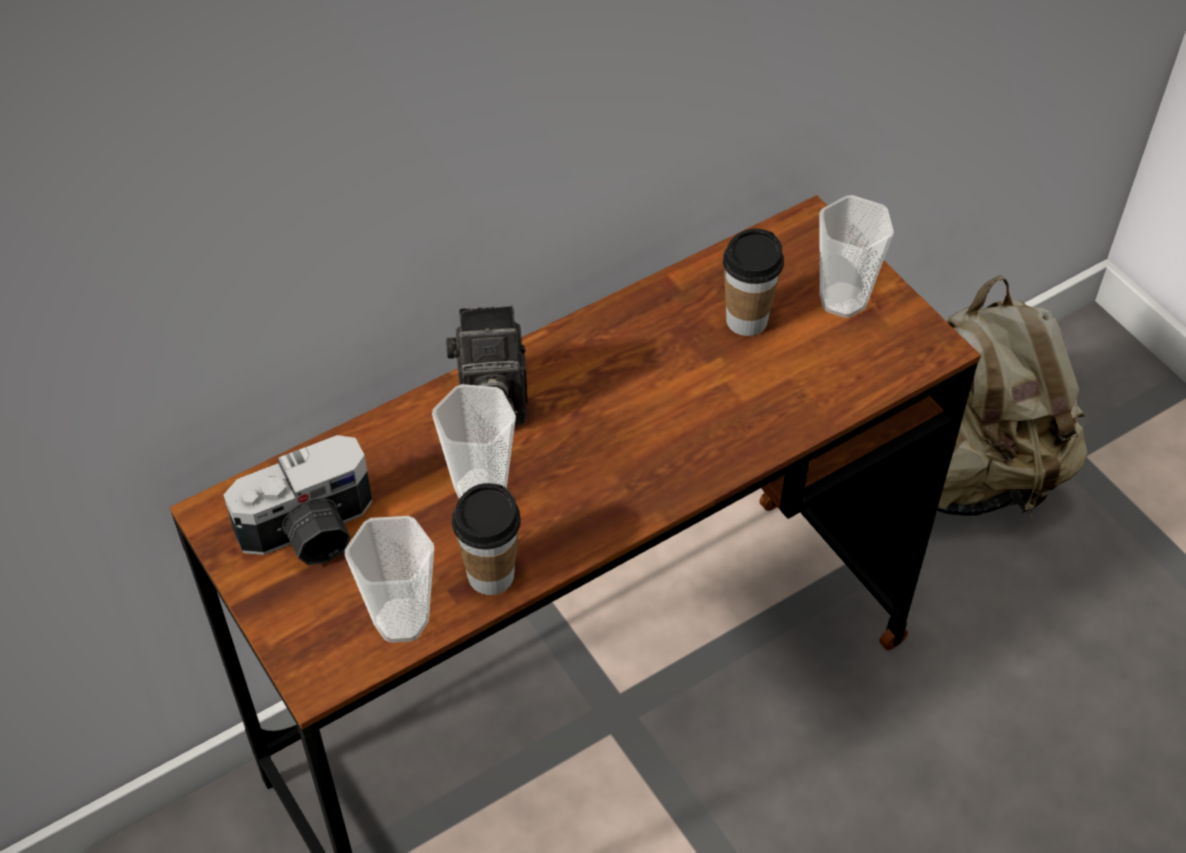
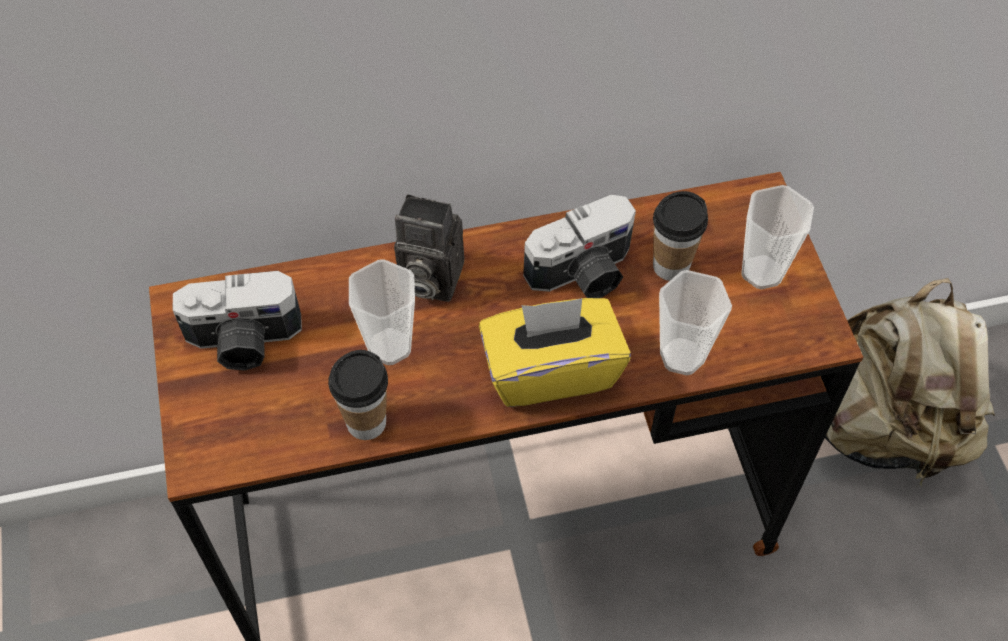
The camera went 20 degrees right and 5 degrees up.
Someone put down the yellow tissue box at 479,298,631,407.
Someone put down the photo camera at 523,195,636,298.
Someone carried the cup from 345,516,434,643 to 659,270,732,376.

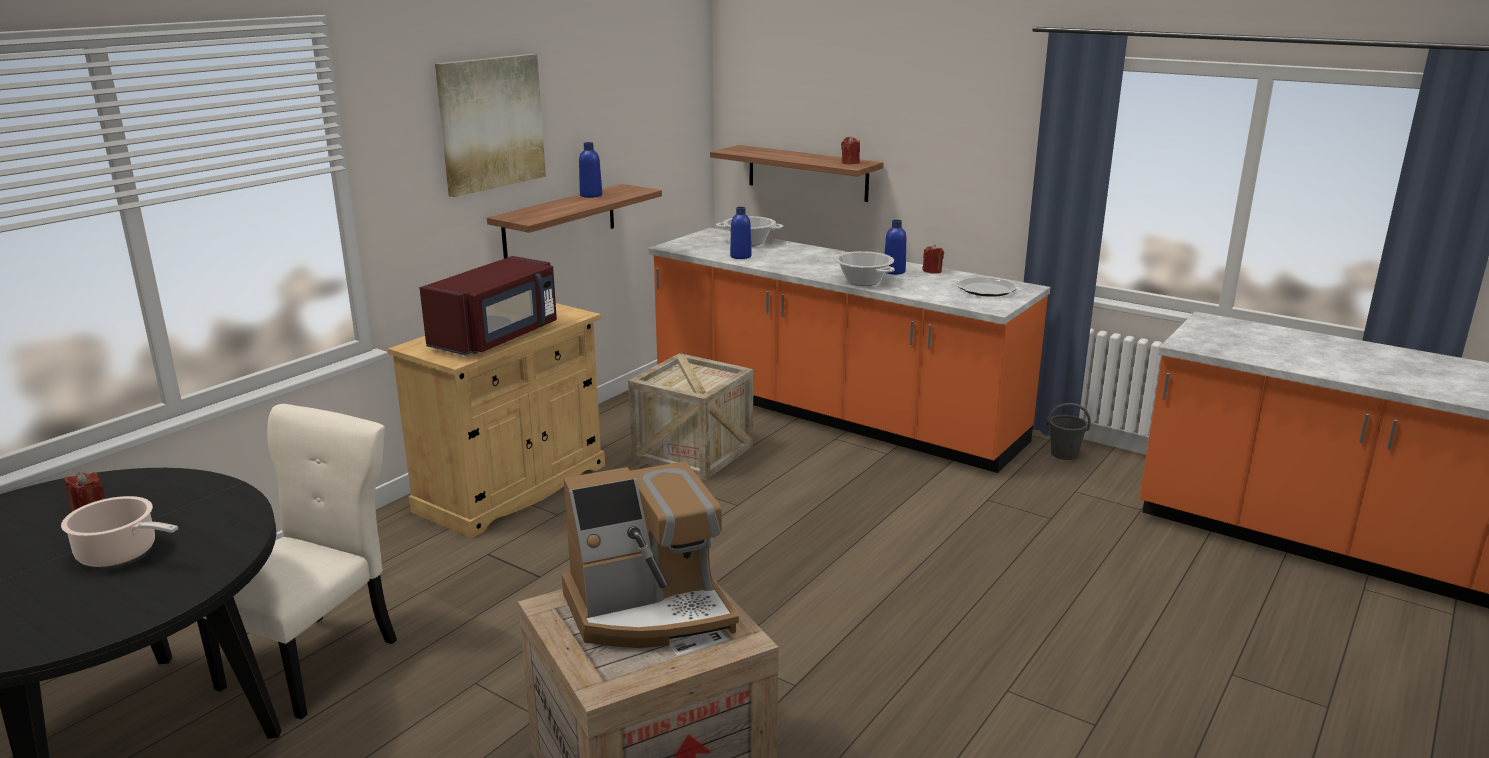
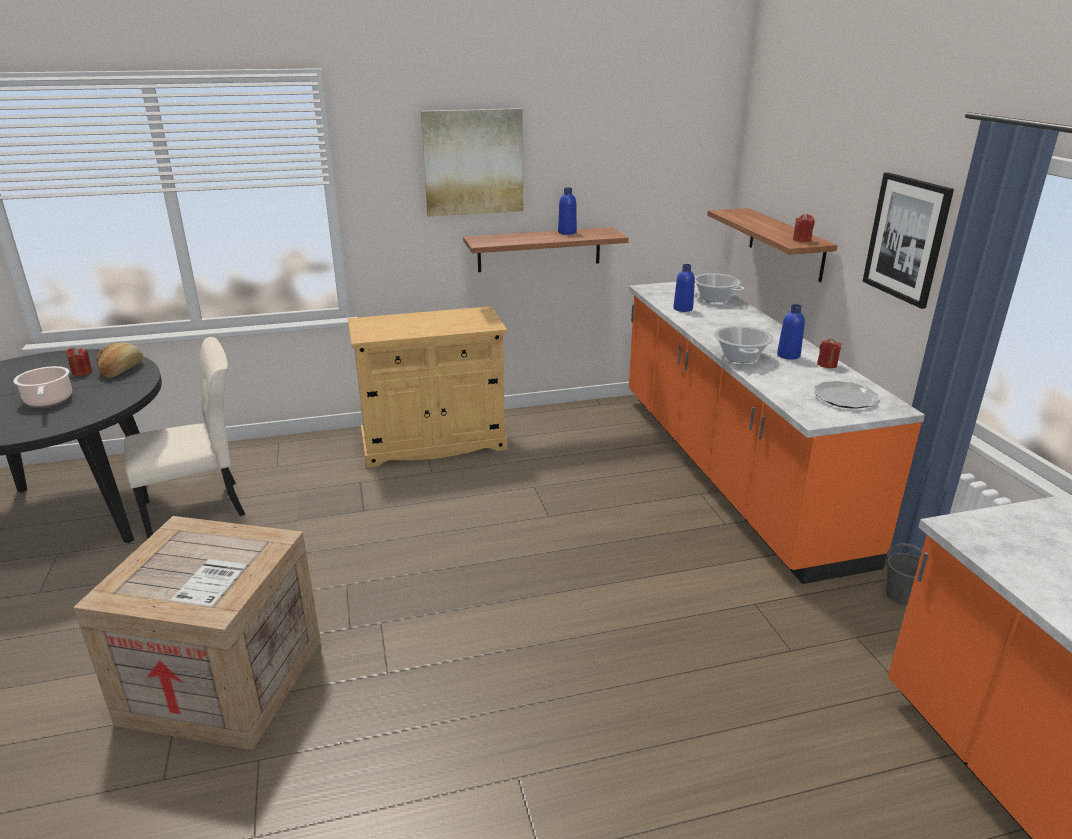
The camera went 40 degrees right and 5 degrees up.
Someone put down the bread at 97,343,143,378.
Someone put up the picture at 863,172,954,309.
Someone took away the red microwave at 420,256,557,356.
Someone took away the coffee machine at 562,461,739,648.
Someone took away the crate at 628,353,753,480.

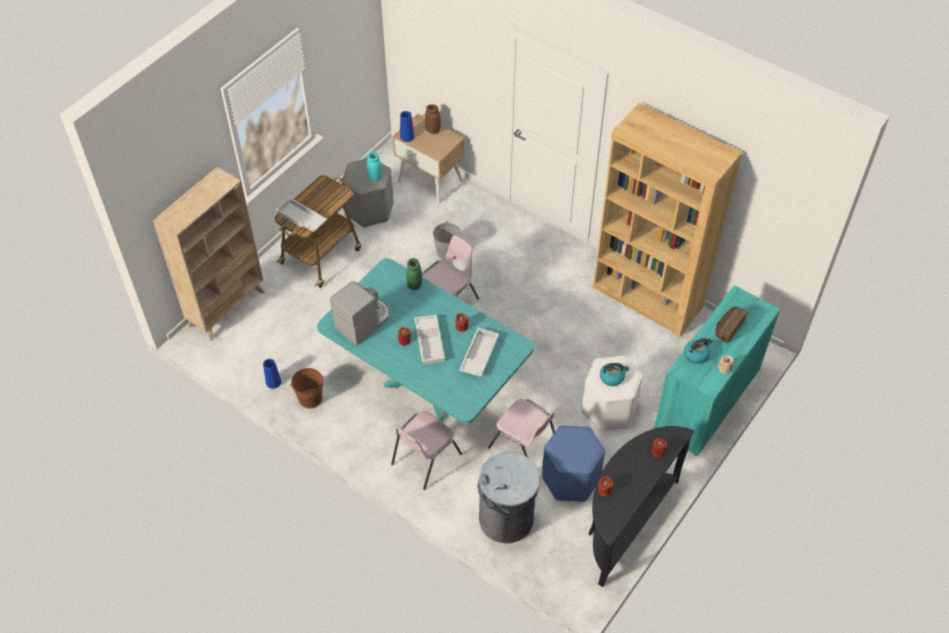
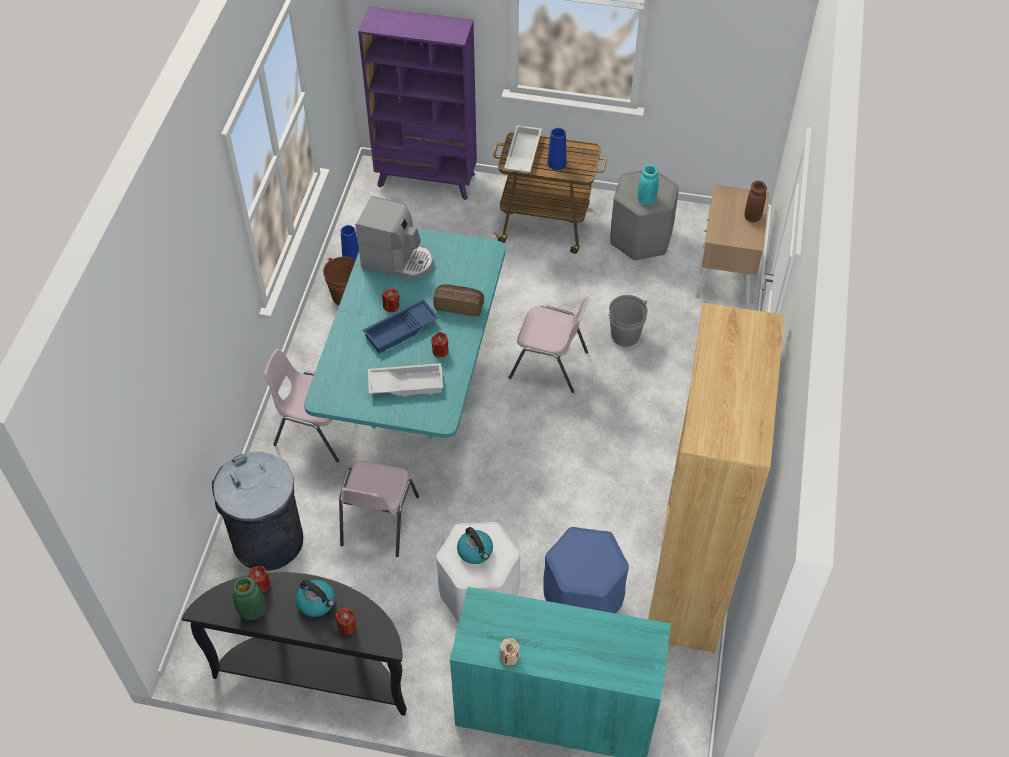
The camera went 65 degrees right and 0 degrees up.
Someone carried the green vase from 406,258,422,290 to 233,577,266,620.
Someone carried the kettle from 684,338,713,364 to 296,580,335,617.
Someone repainted the beige bookcase at 153,167,264,341, which became the purple bookcase at 358,6,477,200.
Someone repainted the white tray at 415,315,445,365, which became the blue tray at 363,299,439,354.
Someone carried the bread from 715,306,747,343 to 433,285,484,317.
Someone carried the blue stool from 542,425,605,502 to 543,527,629,613.
Someone carried the blue vase from 400,111,414,142 to 547,128,567,170.

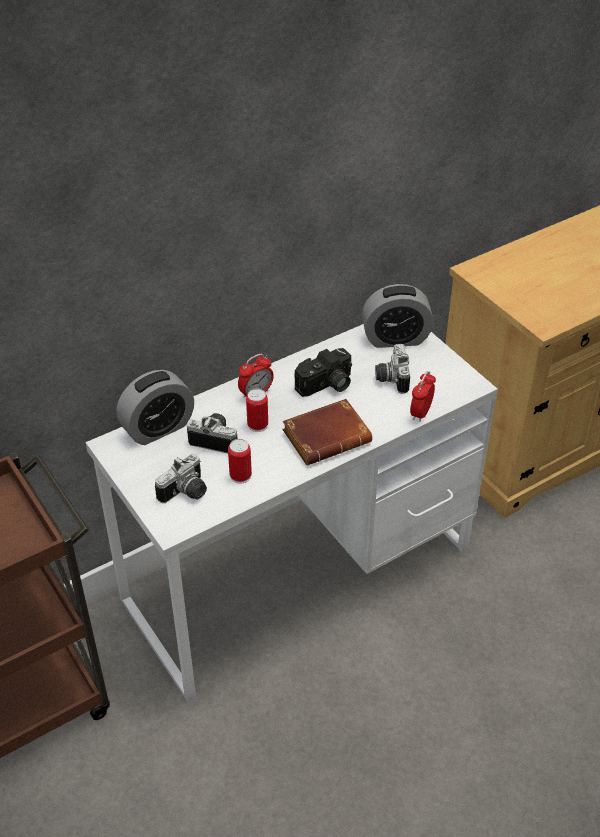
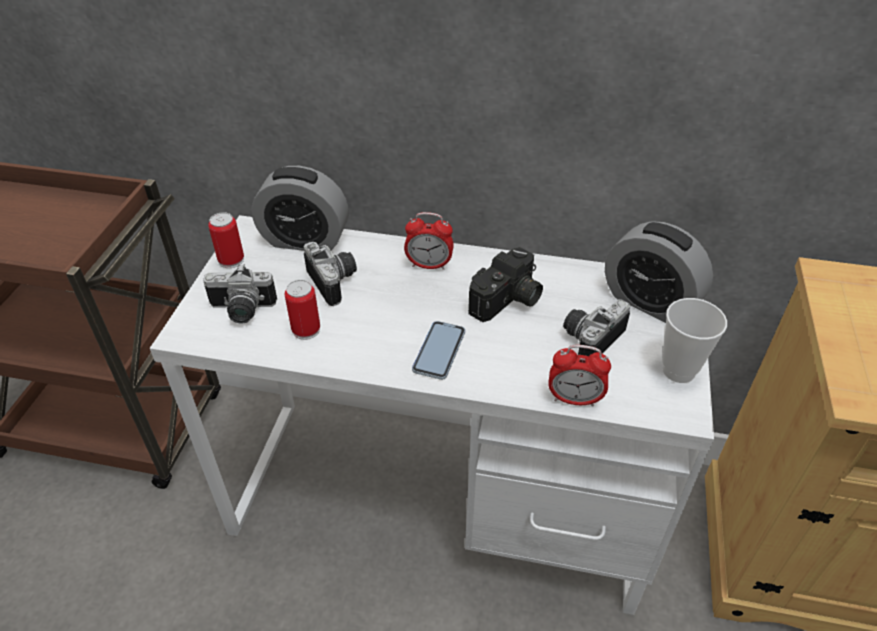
The camera went 45 degrees right and 0 degrees up.
Someone carried the can from 246,389,268,432 to 208,212,244,268.
Someone swapped the brown book at 282,399,372,466 for the phone at 412,321,465,380.
Someone rotated the photo camera at 295,348,352,397 by 60 degrees counterclockwise.
Someone rotated the alarm clock at 410,371,436,422 by 150 degrees counterclockwise.
Someone put down the cup at 662,298,727,383.

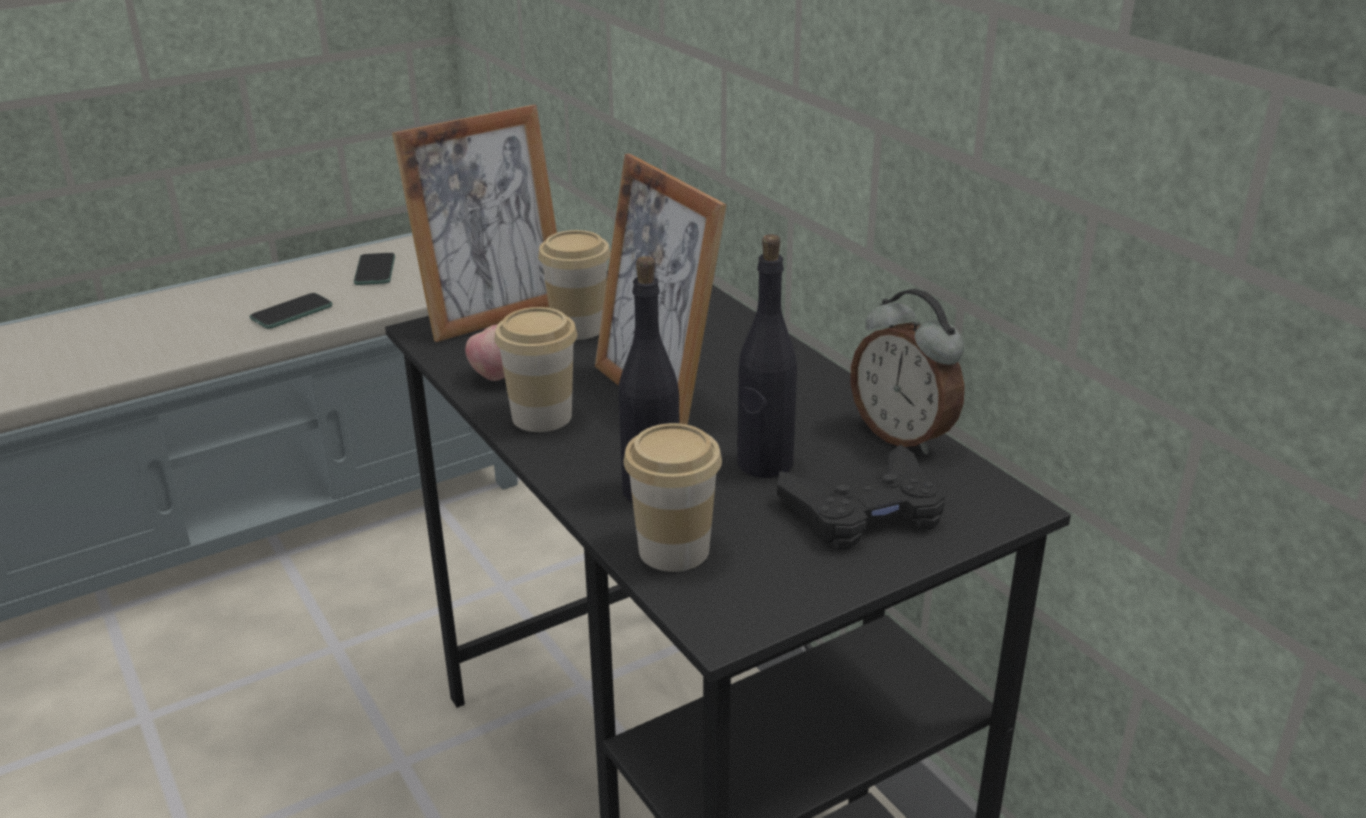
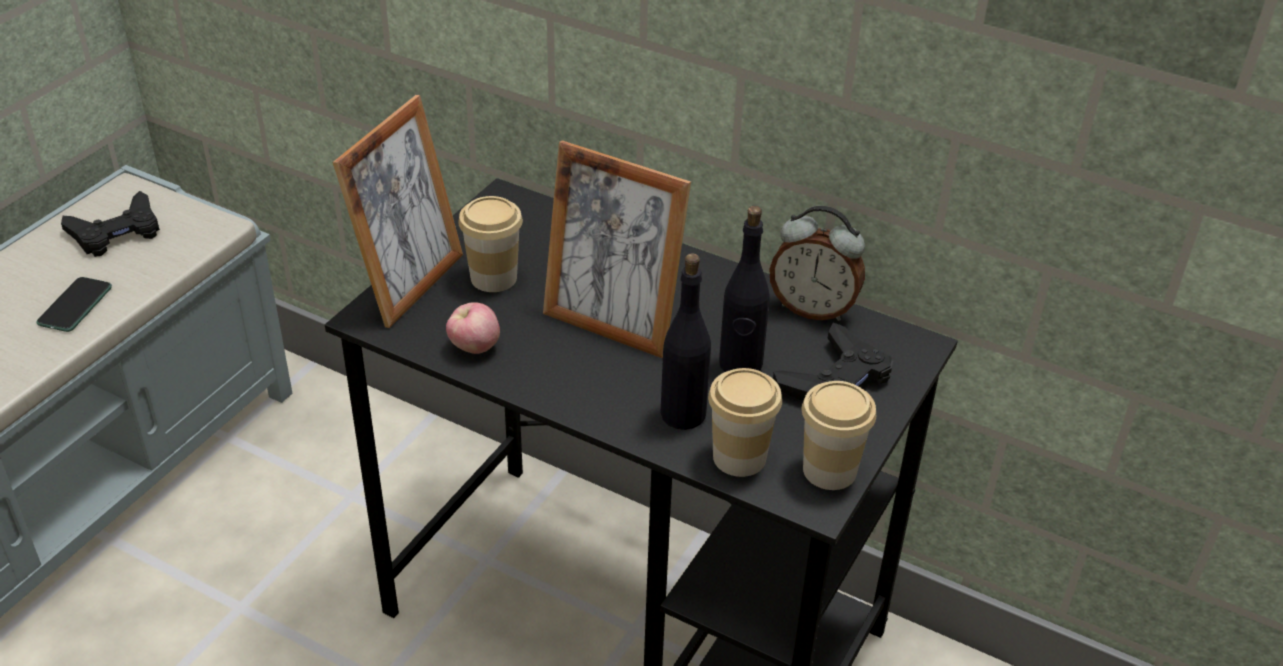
The camera went 30 degrees left and 10 degrees up.
Someone swapped the phone at 354,253,395,285 for the black game controller at 61,191,160,257.
Someone carried the cup from 494,307,577,432 to 802,381,876,490.

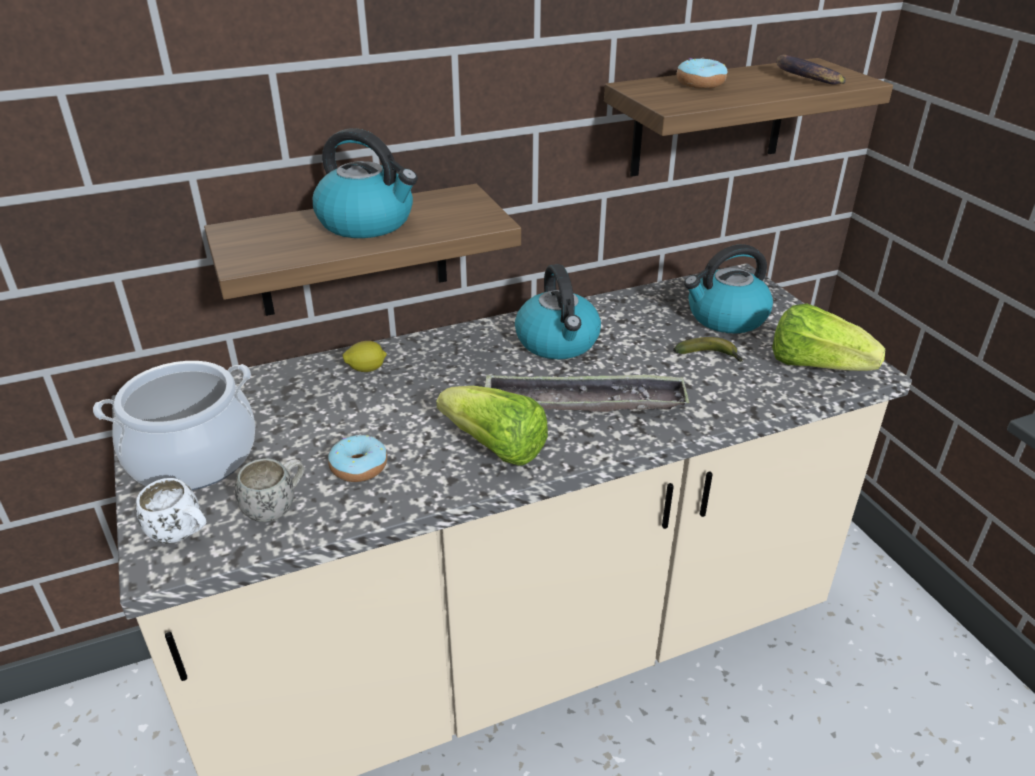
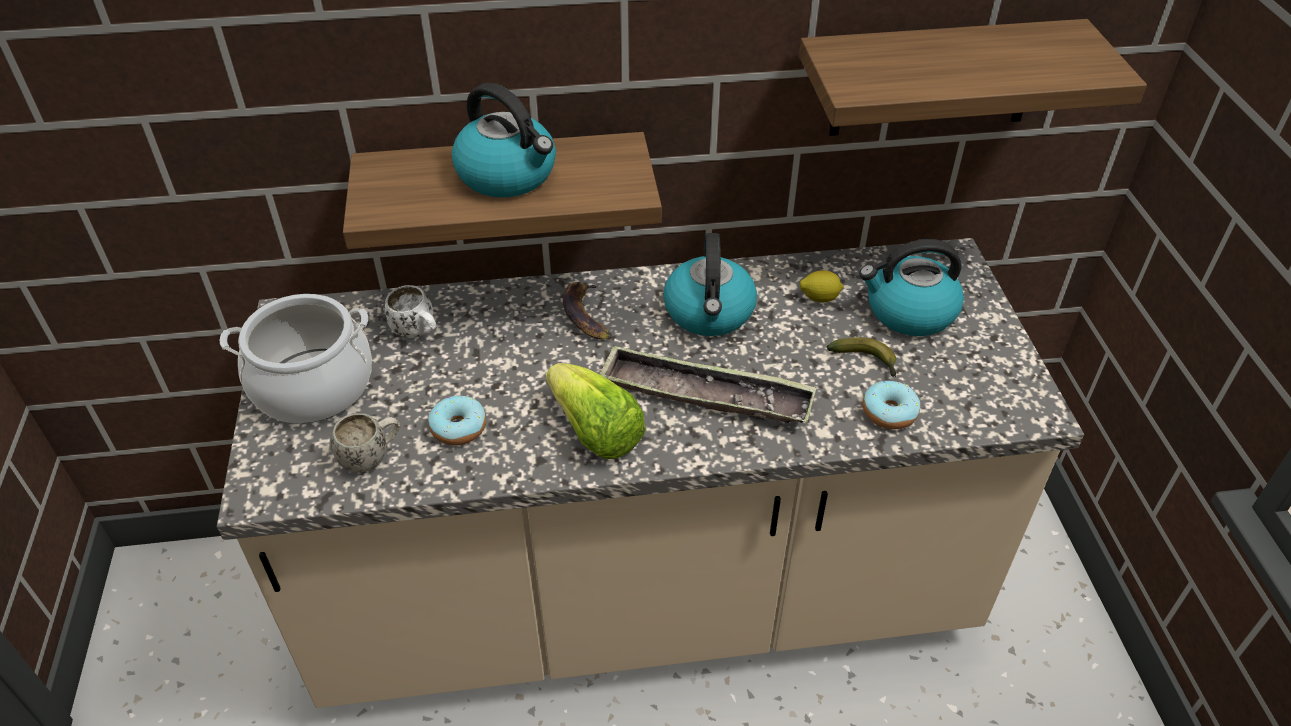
The camera went 15 degrees right and 10 degrees up.
Someone carried the white mug from 136,478,206,544 to 384,285,436,338.
Someone carried the banana from 776,55,846,85 to 563,282,612,340.
Someone carried the lemon from 342,341,387,372 to 800,270,844,302.
Someone carried the donut from 677,58,727,89 to 862,381,920,429.
Someone took away the lettuce at 772,303,885,371.

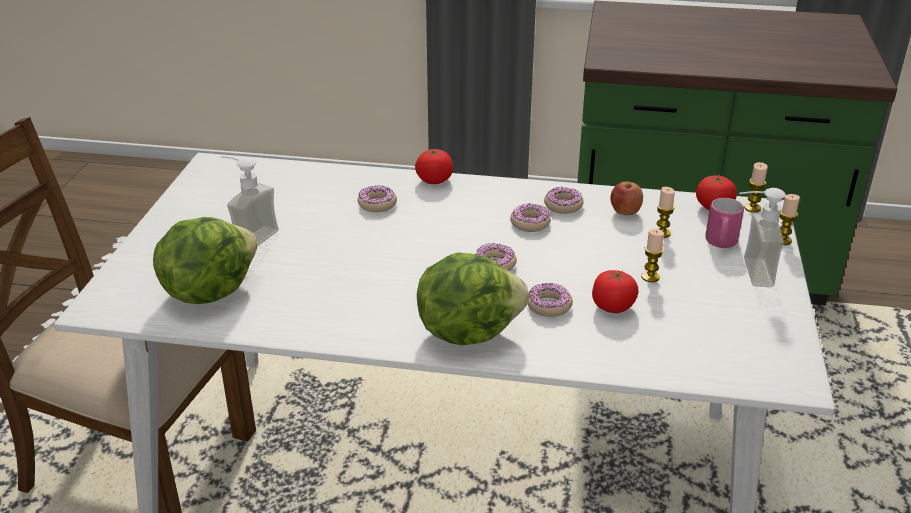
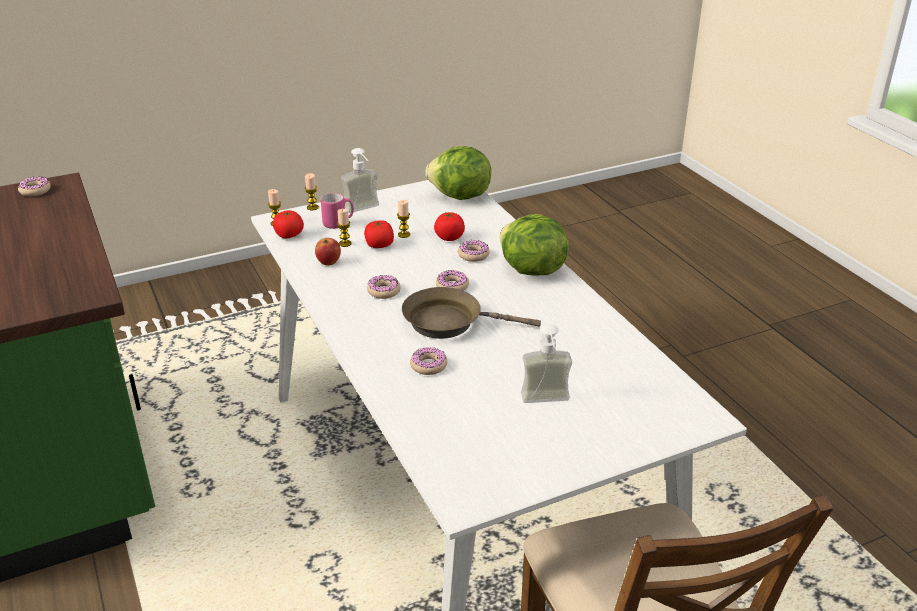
The camera went 125 degrees left and 0 degrees up.
Someone carried the donut from 544,187,584,214 to 18,177,51,196.
Someone carried the tomato from 415,149,453,184 to 364,220,394,248.
Someone put down the brown frying pan at 402,287,541,339.
Someone carried the lettuce from 153,217,258,304 to 425,146,491,200.

